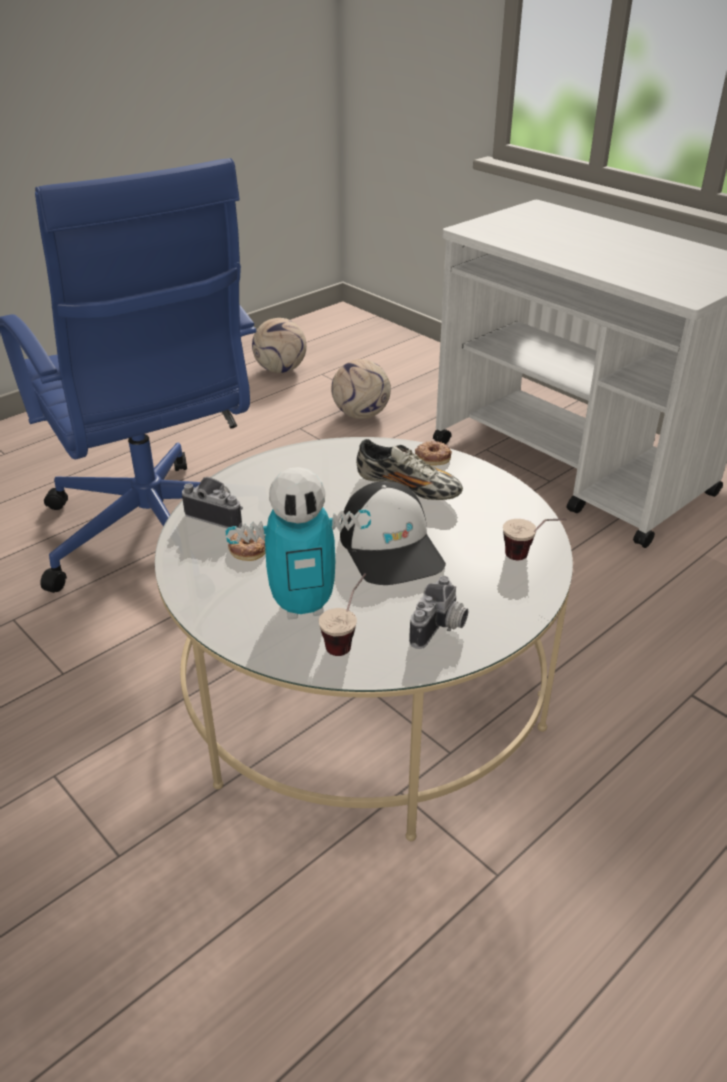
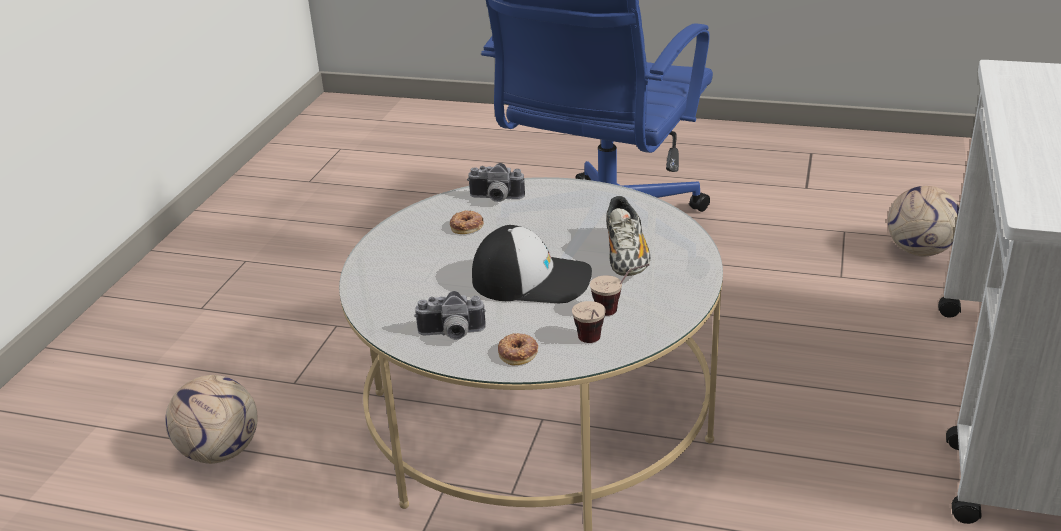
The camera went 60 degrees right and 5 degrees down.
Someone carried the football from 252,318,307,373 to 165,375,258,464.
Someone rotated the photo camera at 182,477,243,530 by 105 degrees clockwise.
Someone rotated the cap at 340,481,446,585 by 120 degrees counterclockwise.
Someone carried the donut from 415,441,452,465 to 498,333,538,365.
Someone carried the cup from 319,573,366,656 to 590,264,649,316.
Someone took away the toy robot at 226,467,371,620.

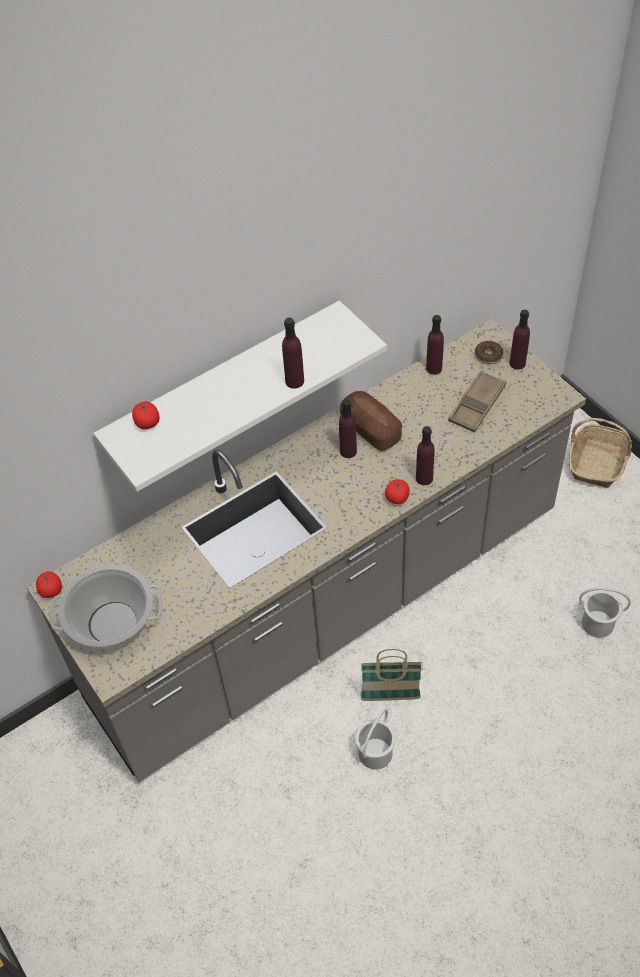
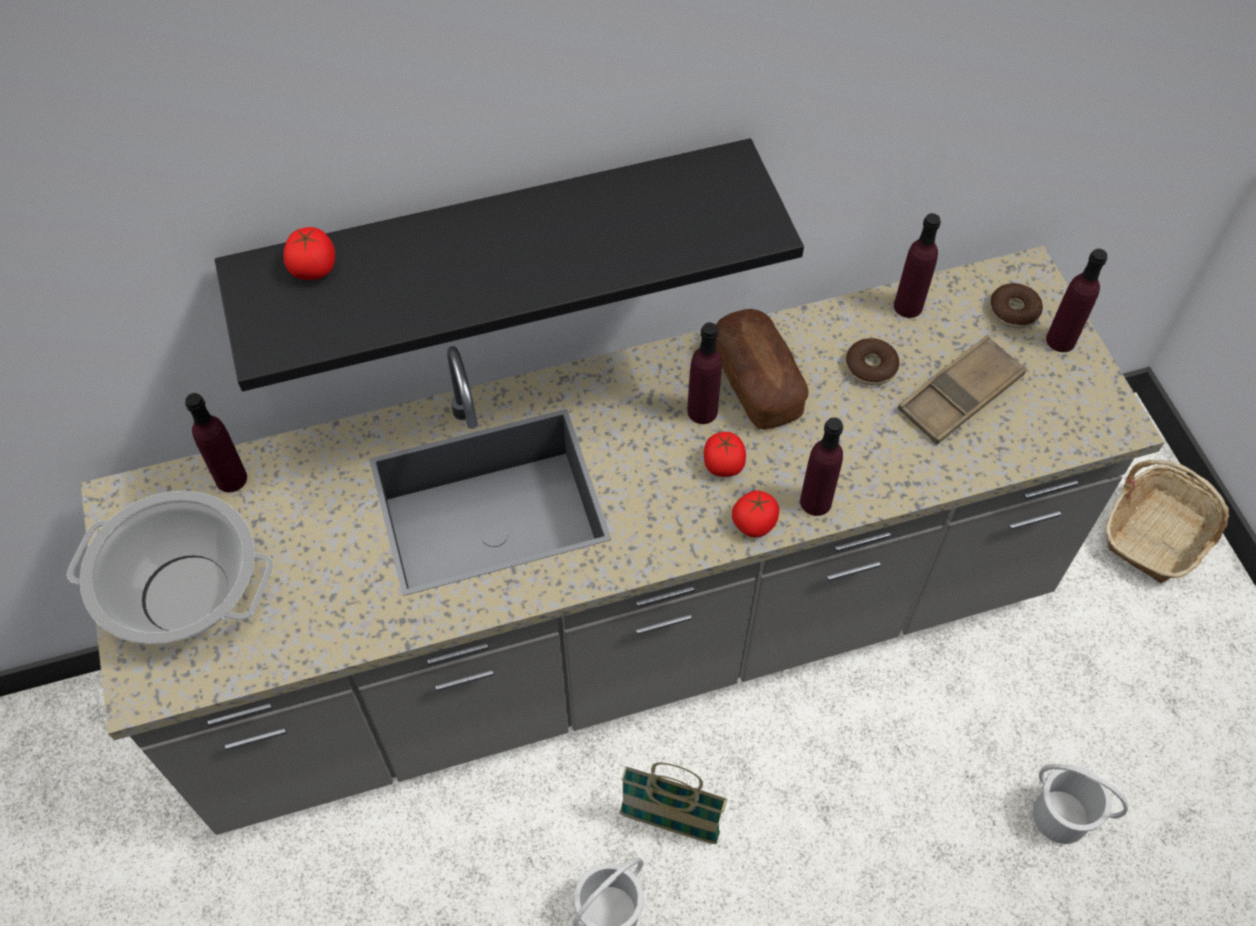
The camera went 15 degrees right and 5 degrees up.
Someone carried the purple bottle from 282,318,304,389 to 185,393,247,492.
Someone repainted the white shelf at 93,301,387,492, which became the black shelf at 215,138,804,391.
Someone carried the tomato from 36,572,62,598 to 704,432,746,477.
Someone put down the donut at 846,338,900,385.

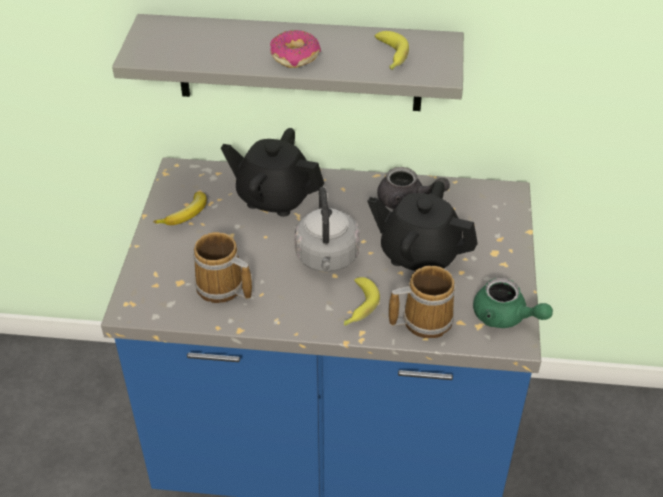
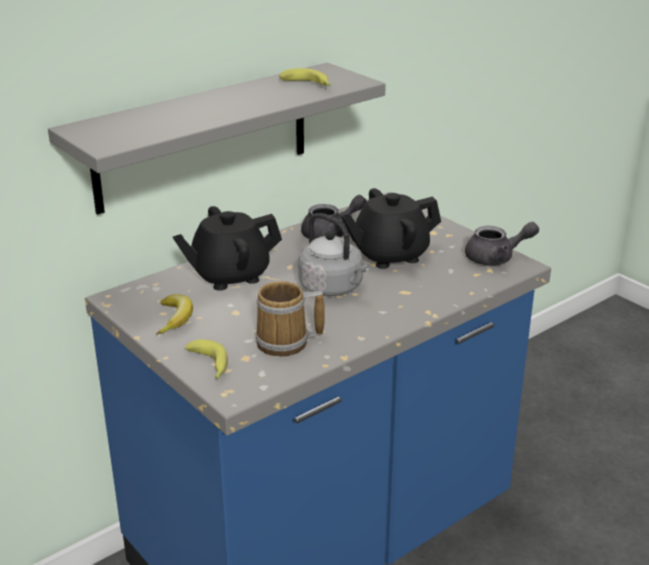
The camera went 45 degrees left and 15 degrees down.
Someone carried the banana from 344,277,380,326 to 185,339,228,379.
Someone repainted the green teapot at 473,278,553,328, which became the grey teapot at 465,222,539,265.
Someone took away the donut at 270,30,321,68.
Someone took away the mug at 389,266,456,338.

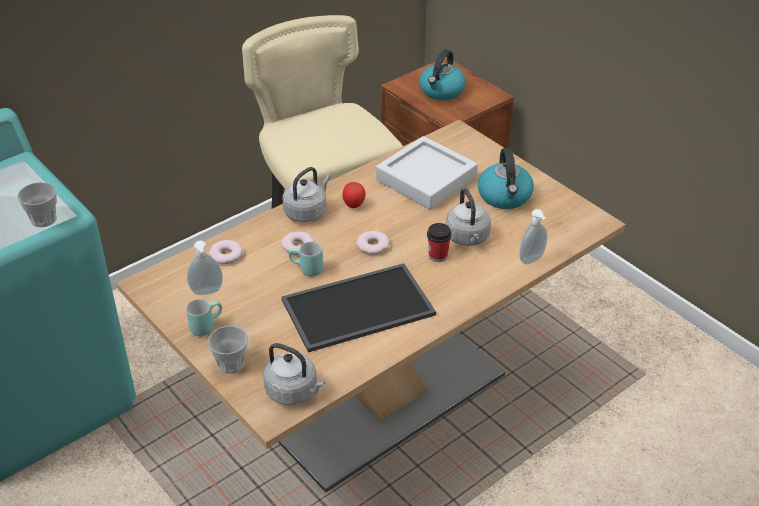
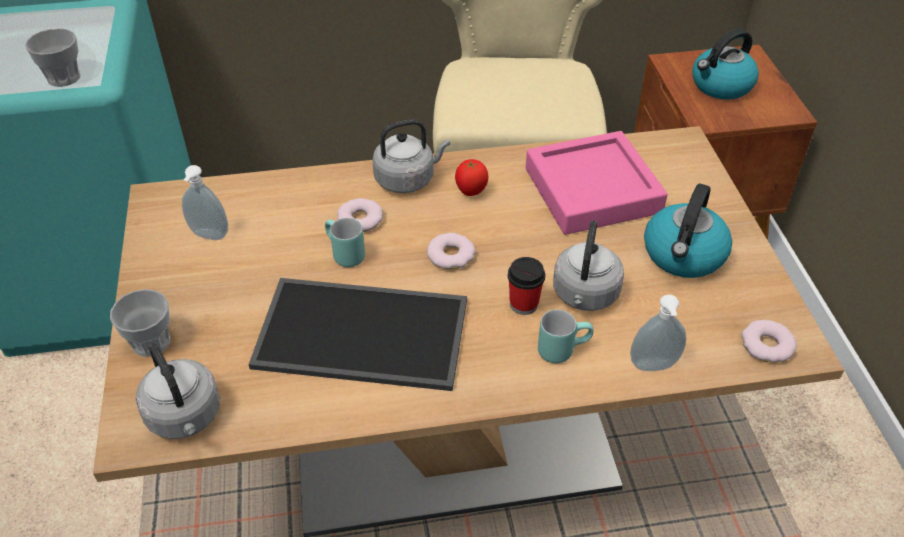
The camera went 30 degrees right and 5 degrees up.
Someone repainted the grey tray at 376,136,478,210, which became the pink tray at 526,131,668,235.
Someone carried the turquoise mug from 186,299,222,336 to 538,309,594,363.
Someone carried the donut from 209,240,243,264 to 741,320,797,363.

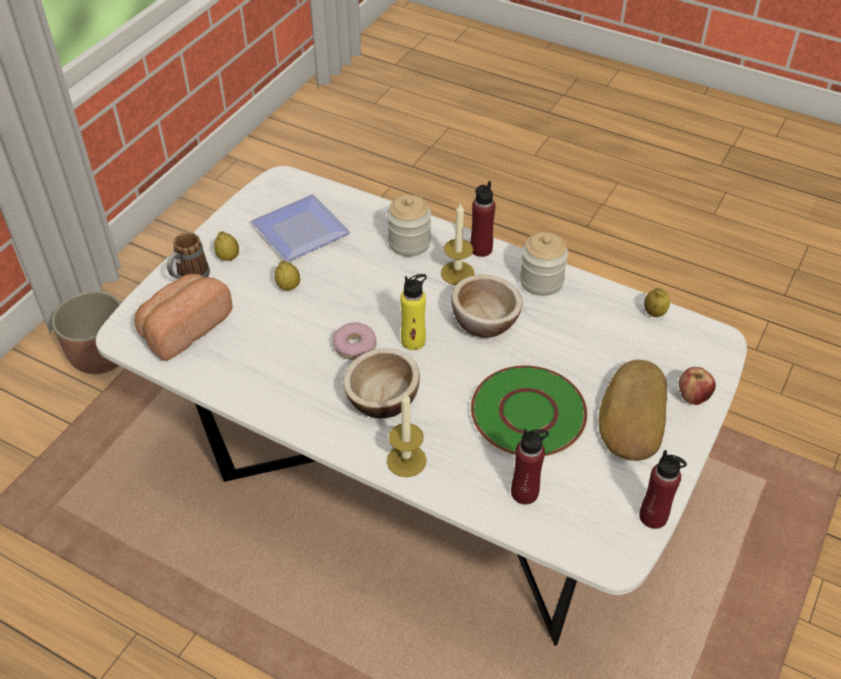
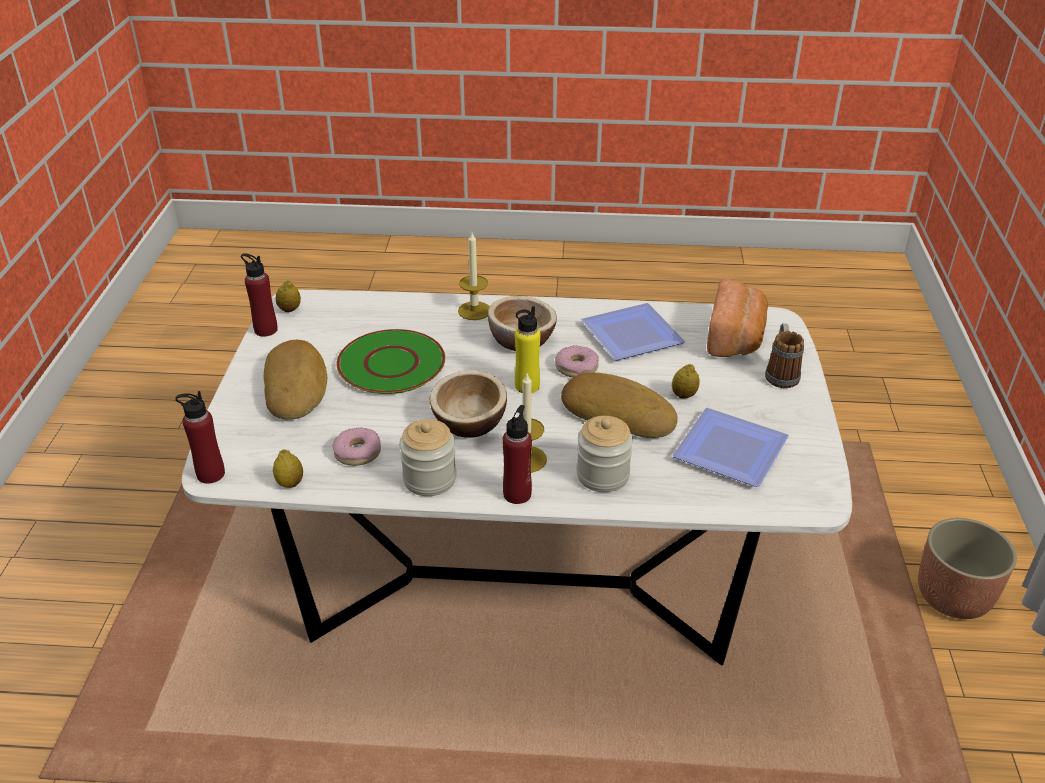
The camera went 155 degrees right and 10 degrees down.
Someone carried the red bottle from 511,429,549,505 to 176,391,225,484.
Someone carried the lemon from 214,231,239,261 to 276,280,301,312.
Someone put down the donut at 332,428,381,466.
Someone put down the bread at 561,373,678,438.
Someone put down the plate at 581,303,686,360.
Someone took away the apple at 679,367,716,405.

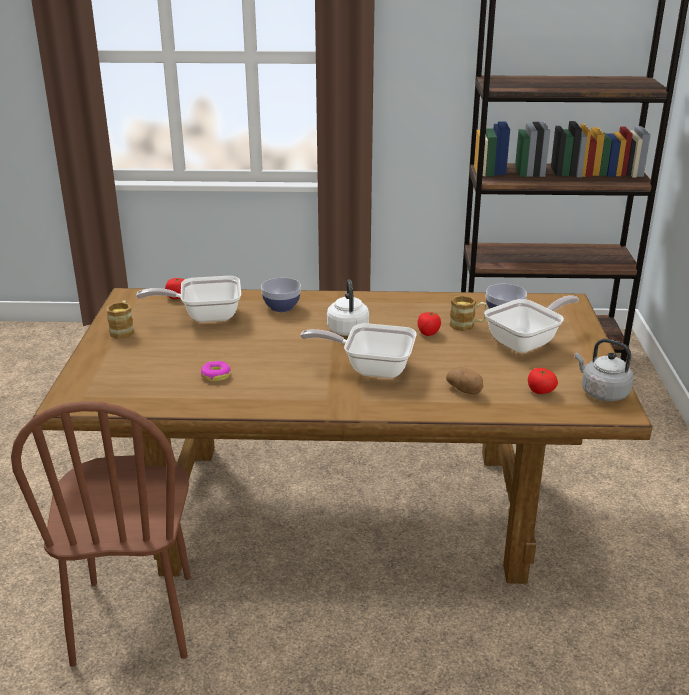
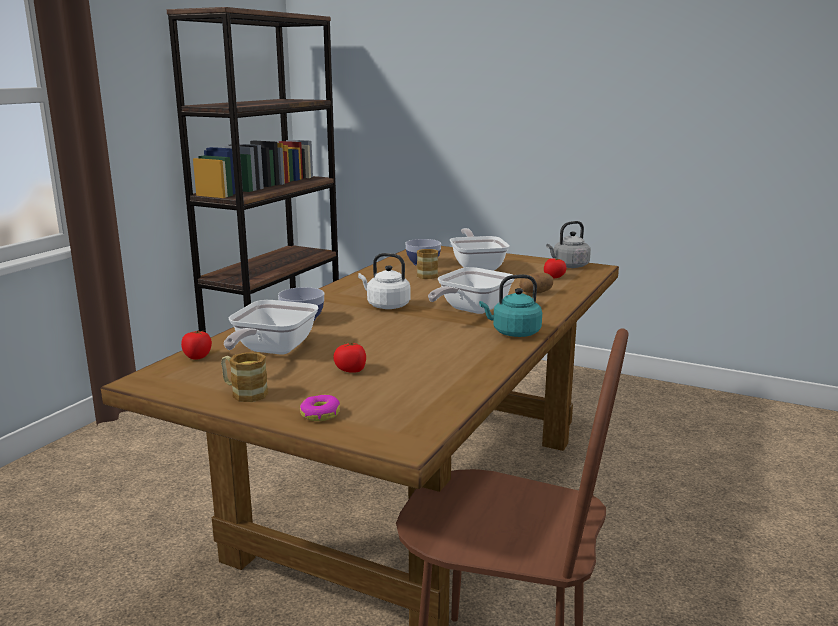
The camera went 65 degrees left and 10 degrees down.
Someone carried the donut from 201,361,231,382 to 300,395,340,421.
Someone carried the tomato from 417,311,441,336 to 333,342,366,373.
Someone put down the turquoise kettle at 479,275,542,337.

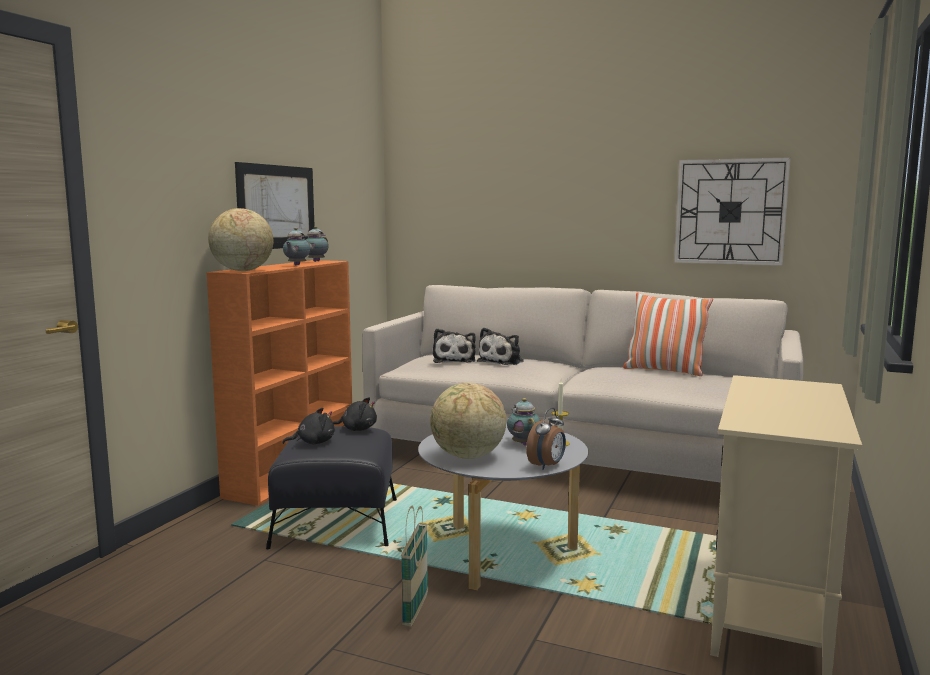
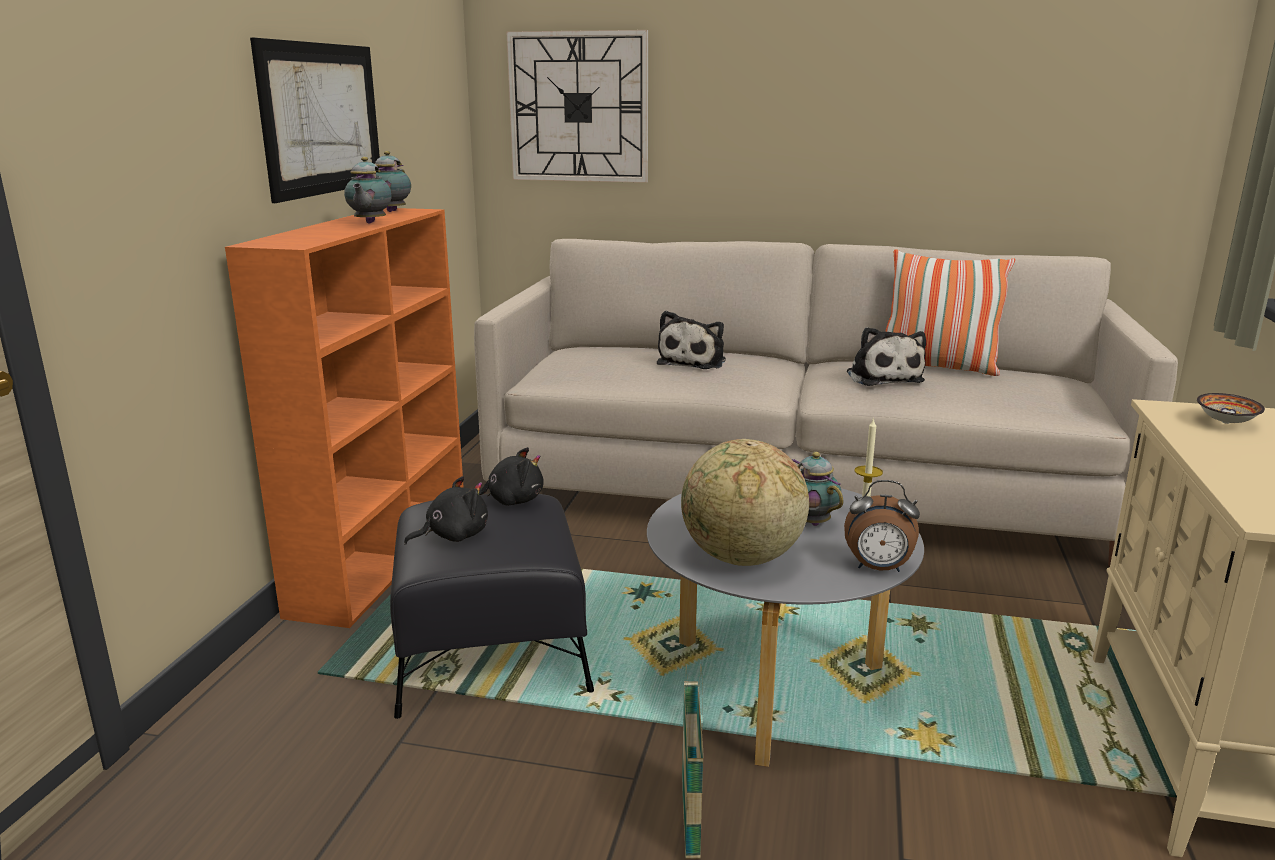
The camera went 10 degrees left and 10 degrees up.
Someone carried the wall clock from 674,157,791,266 to 507,30,648,183.
Someone rotated the alarm clock at 526,408,566,470 by 75 degrees clockwise.
Someone carried the plush toy from 433,329,476,363 to 847,327,926,386.
Someone put down the bowl at 1197,393,1265,424.
Someone took away the globe at 208,208,274,271.

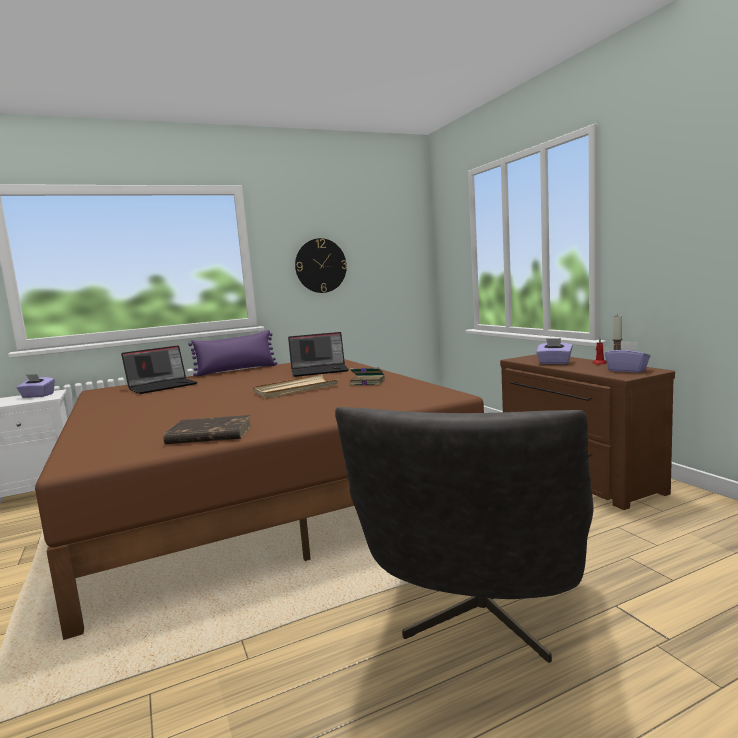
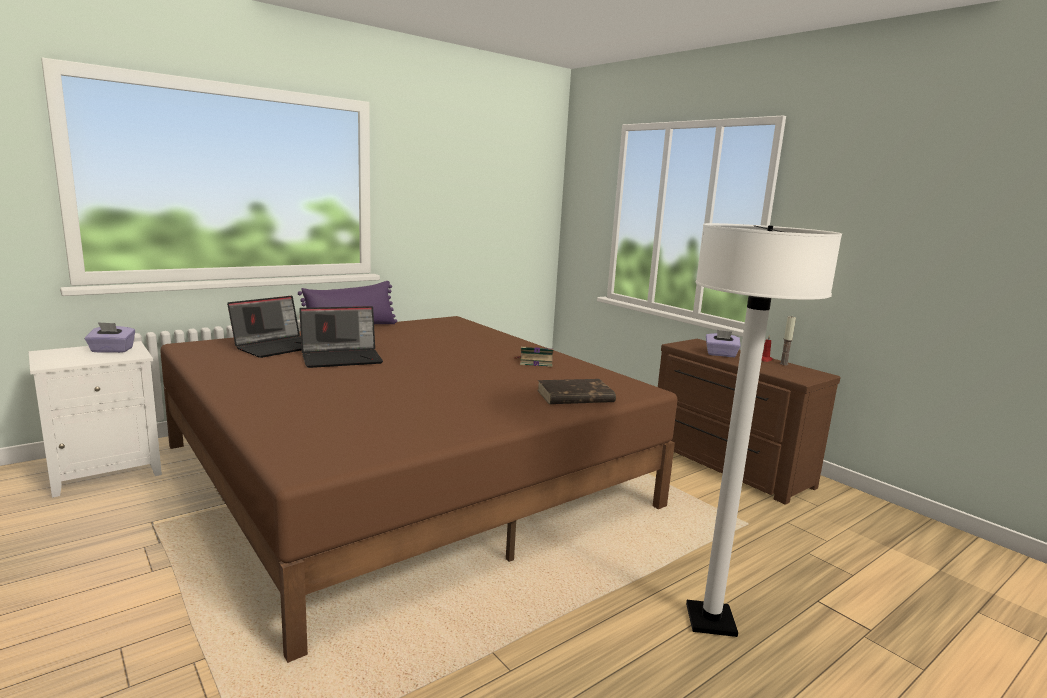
The camera went 15 degrees left and 5 degrees up.
Someone carried the laptop from 288,332,349,377 to 299,306,383,368.
Someone carried the brown book from 163,415,252,444 to 537,379,616,404.
Someone swapped the grey armchair at 335,407,594,663 for the white floor lamp at 686,223,842,637.
Someone took away the beige tray at 253,374,338,399.
Someone took away the wall clock at 295,238,347,293.
Someone took away the purple tissue box at 605,341,650,373.

